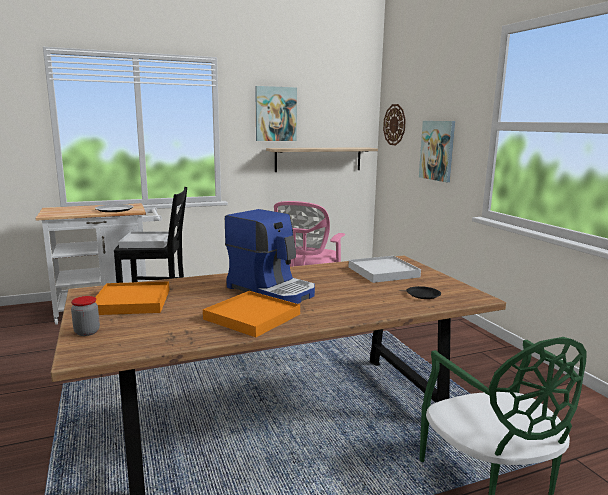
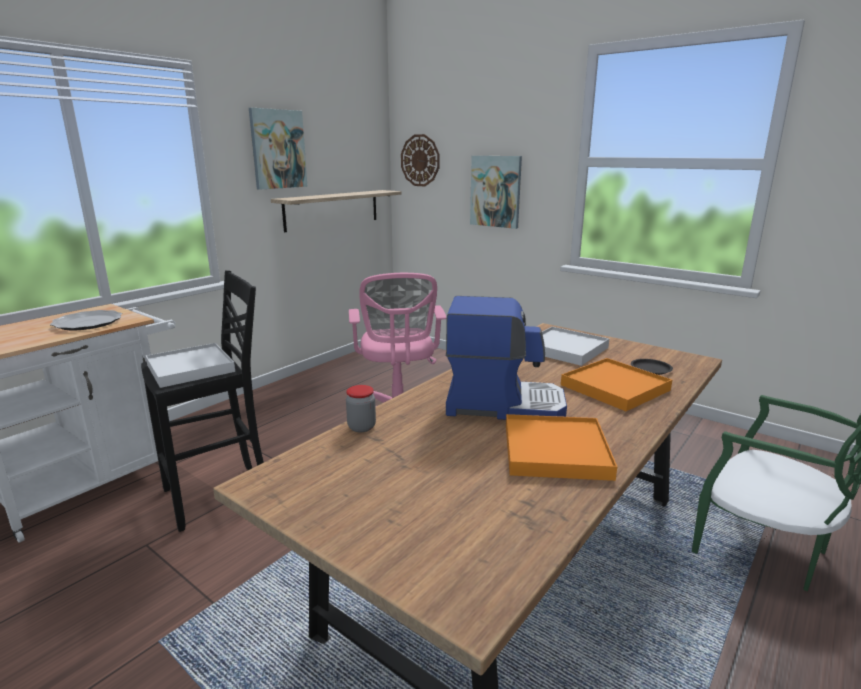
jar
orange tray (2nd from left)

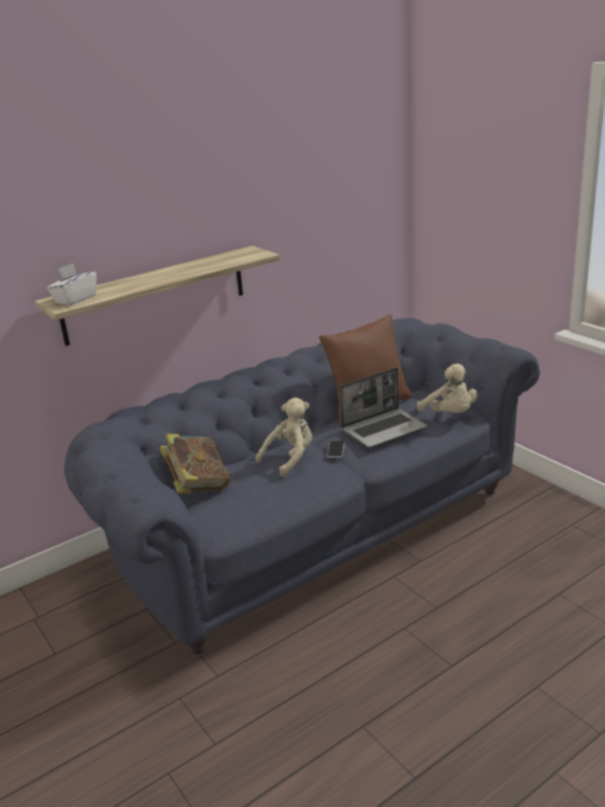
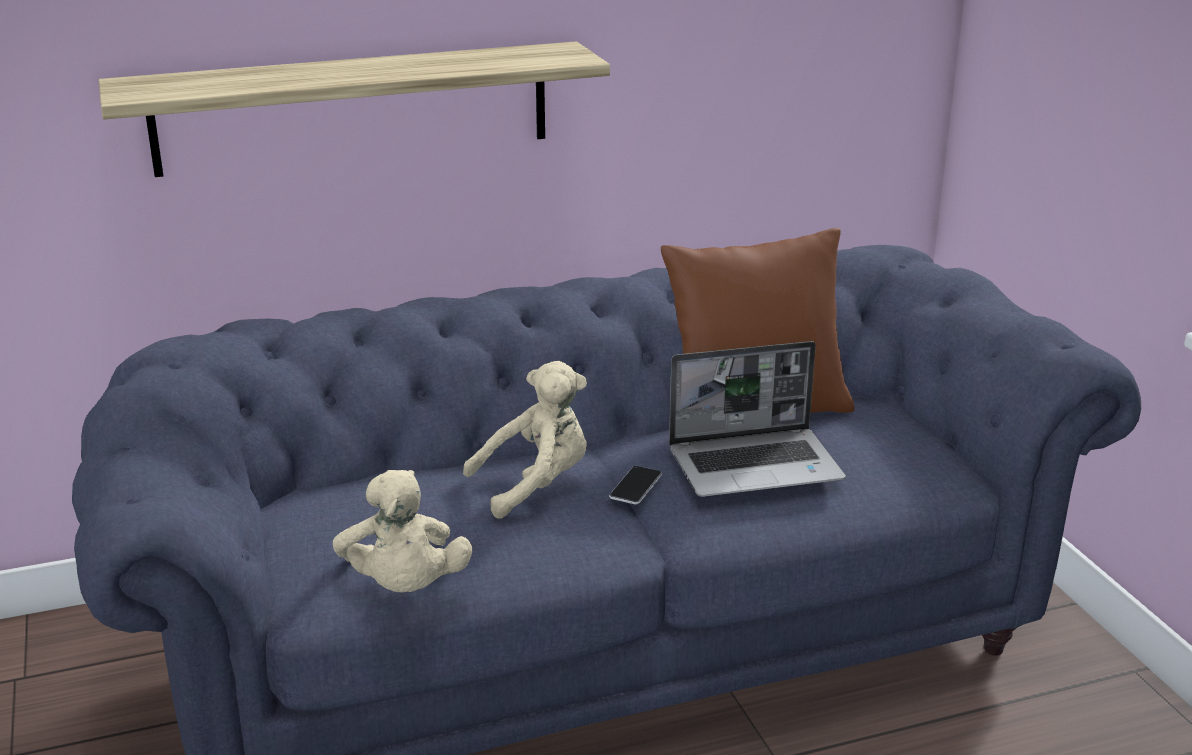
white tissue box
book
beige plush toy (1st from left)

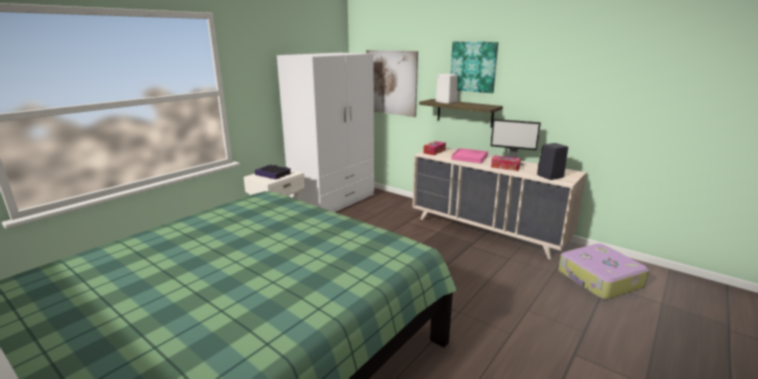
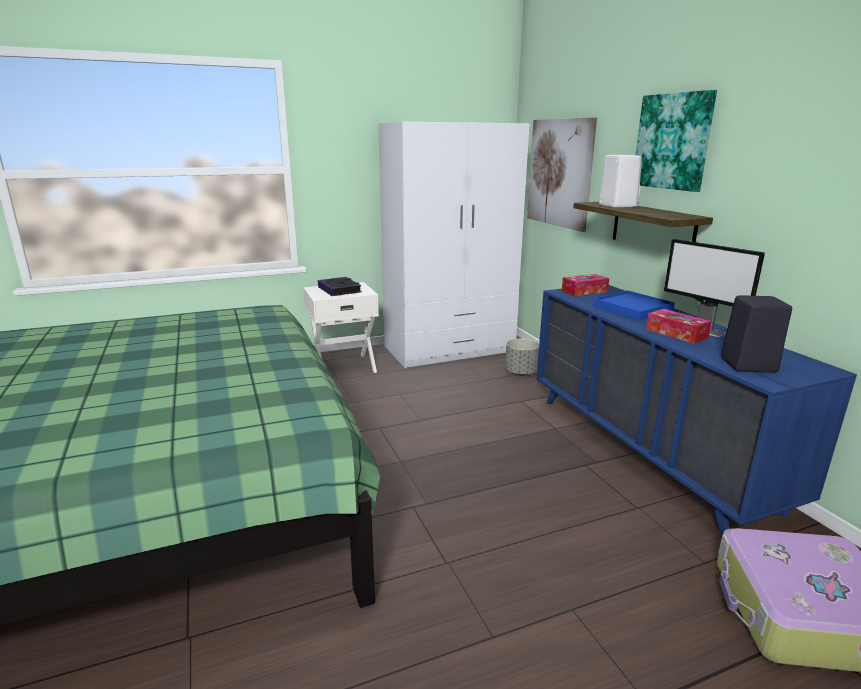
blue dresser
blue tray
grey planter

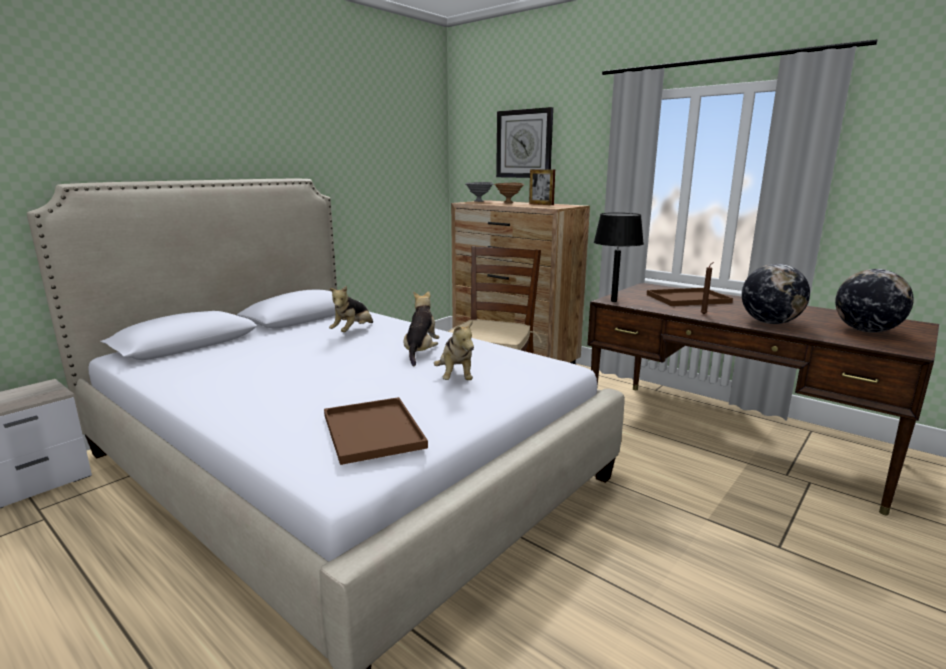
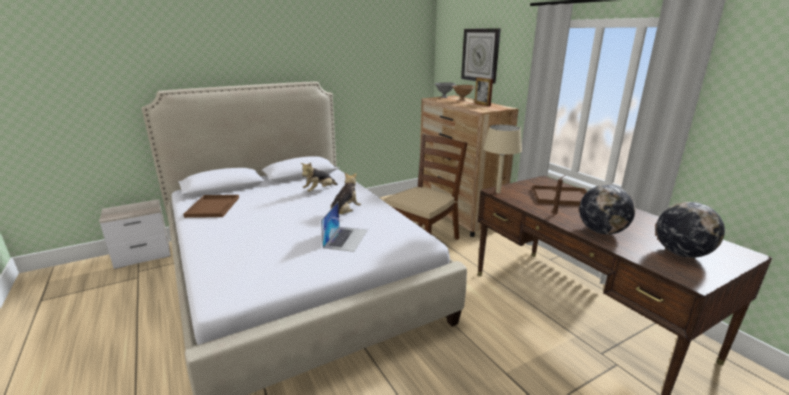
brown tray (1st from left)
laptop
beige table lamp

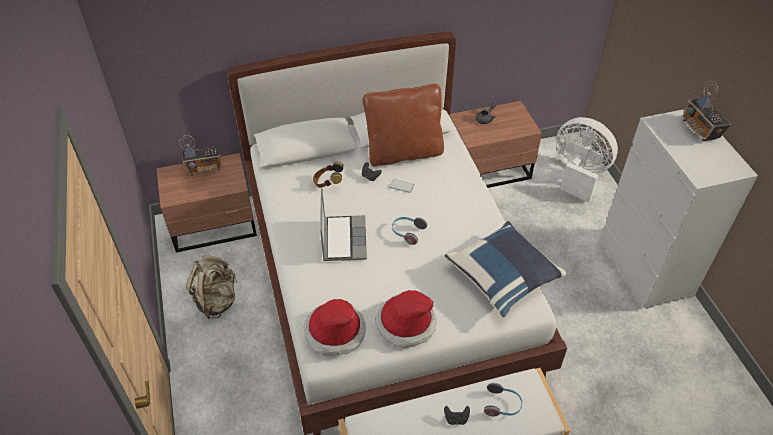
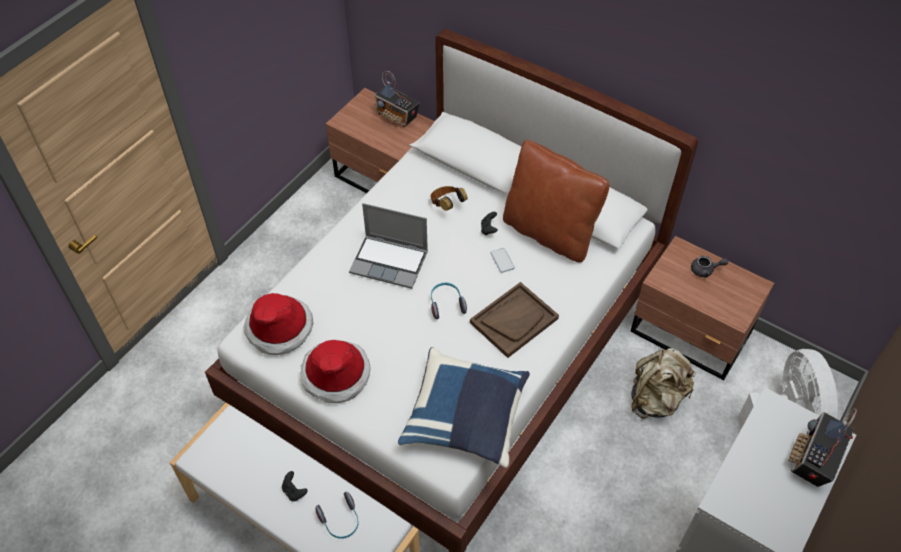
beige backpack
laptop
brown tray

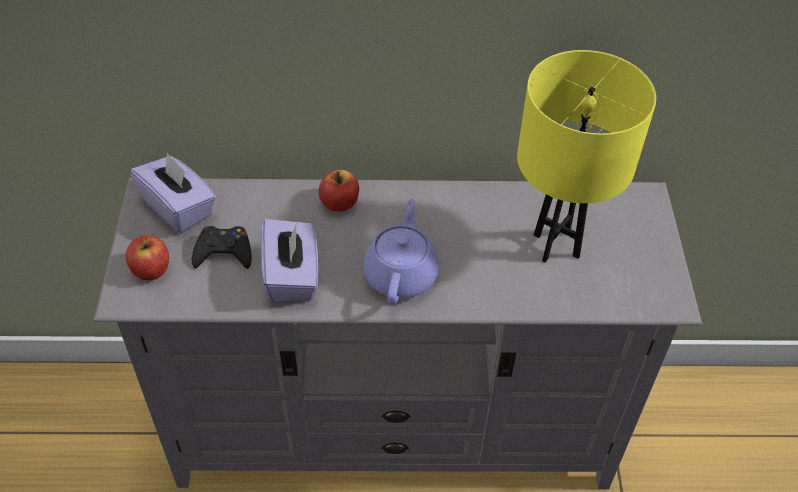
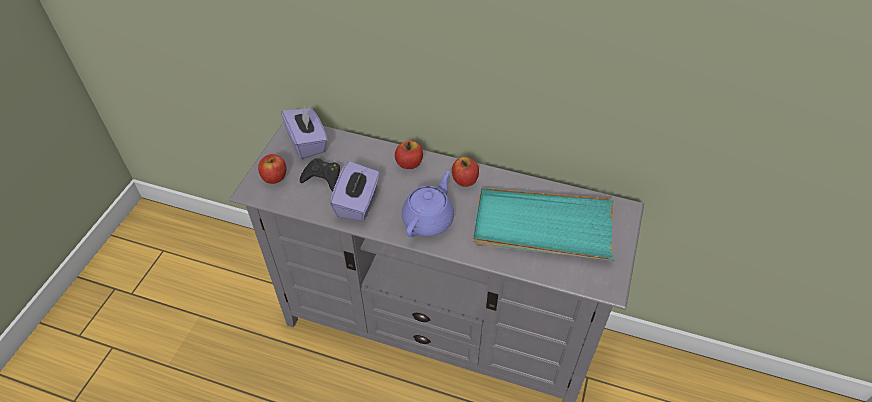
turquoise tray
apple (3rd from left)

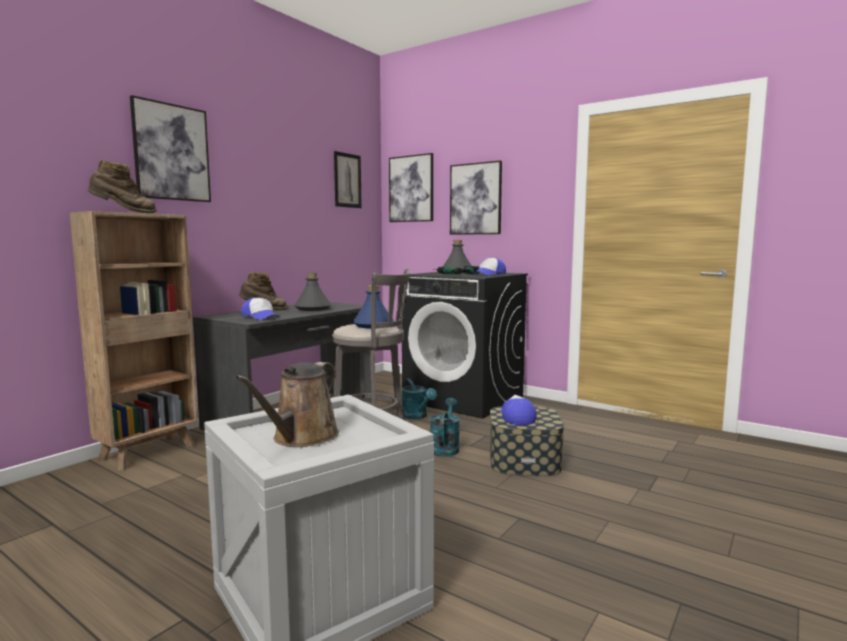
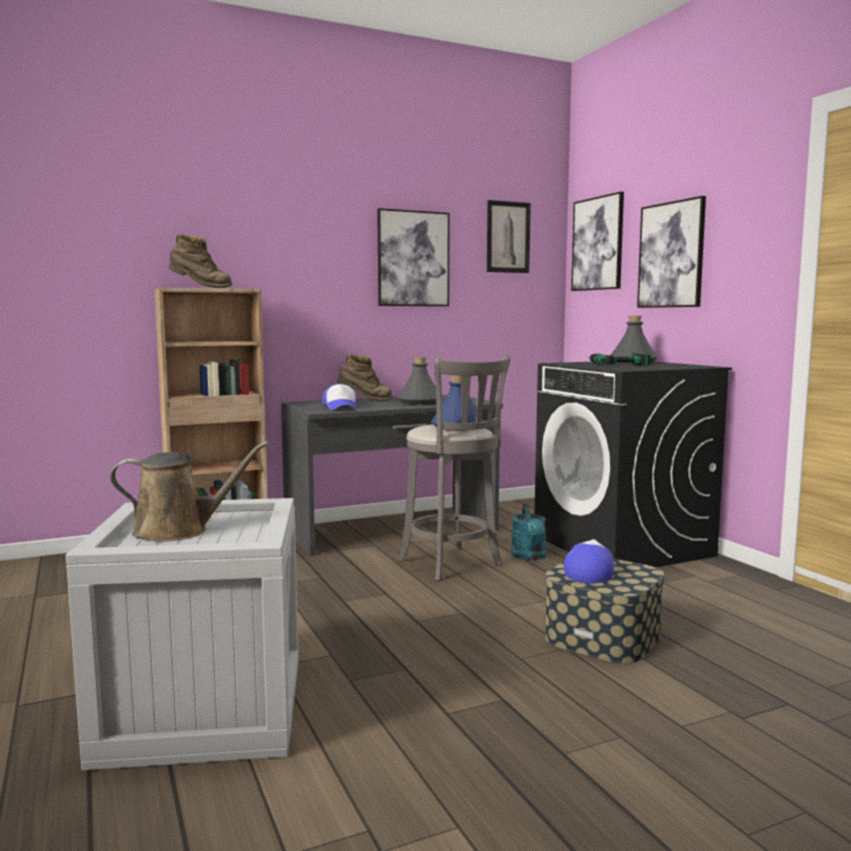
picture (1st from left)
brown watering can
turquoise watering can (2nd from left in the first image)
cap (2nd from left in the first image)

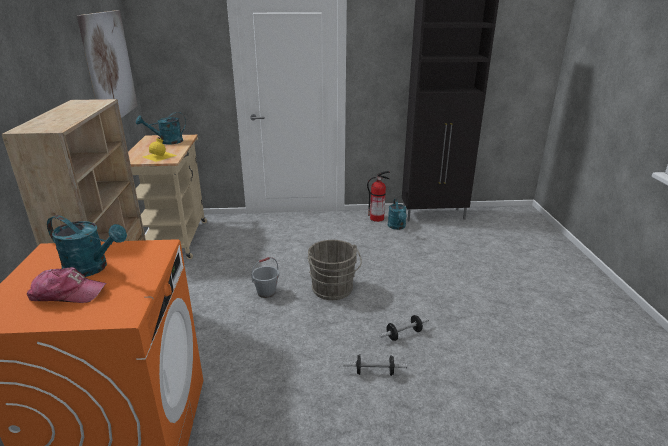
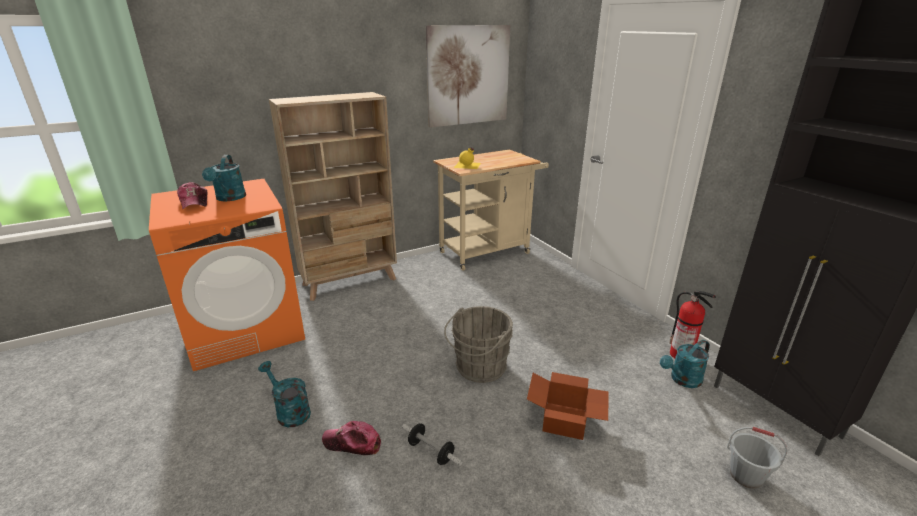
turquoise watering can (2nd from left)
grey bucket (2nd from left)
cap (2nd from left)
cardboard box

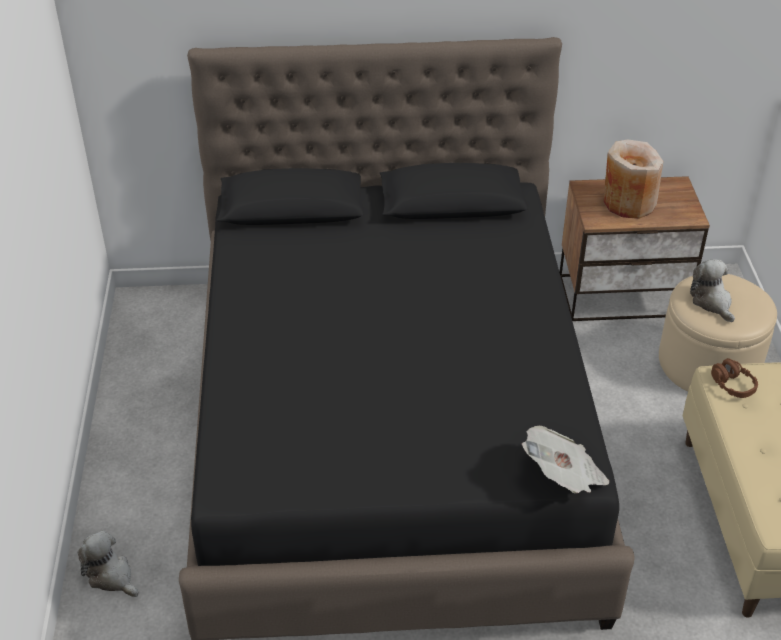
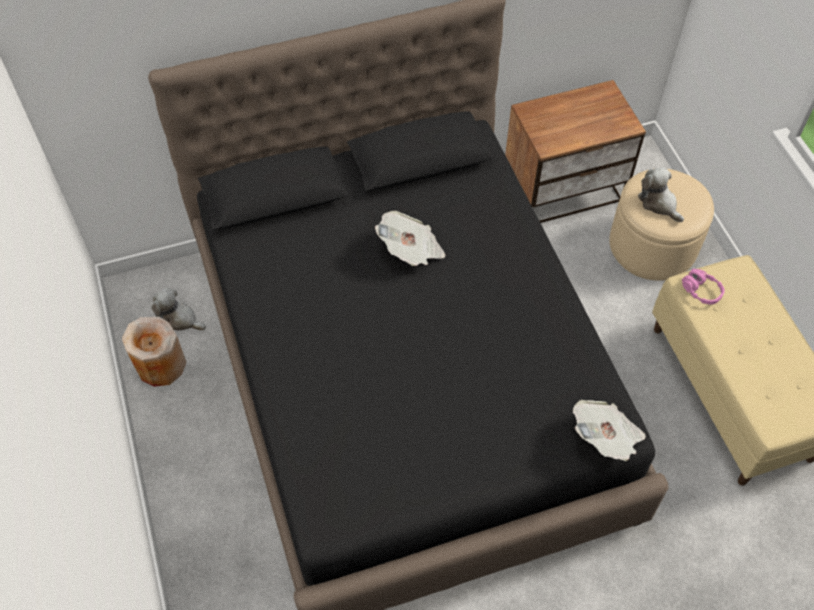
plush toy (1st from left)
beige vase
pink headphones
newspaper (1st from left)

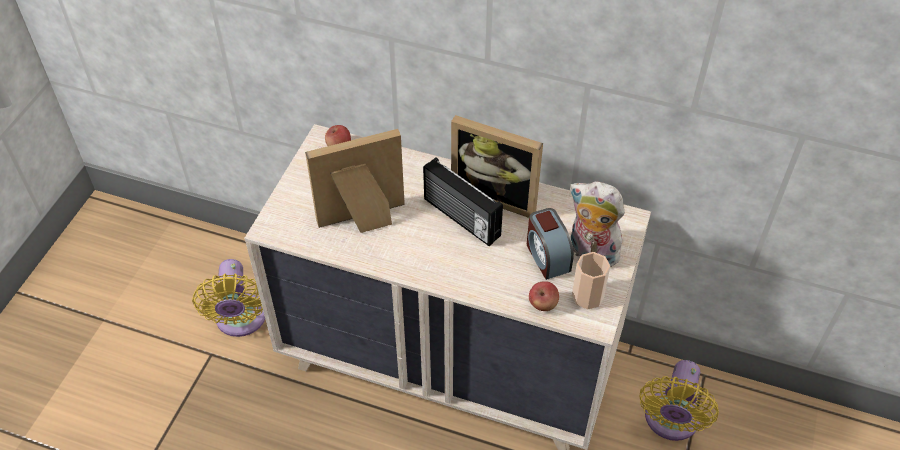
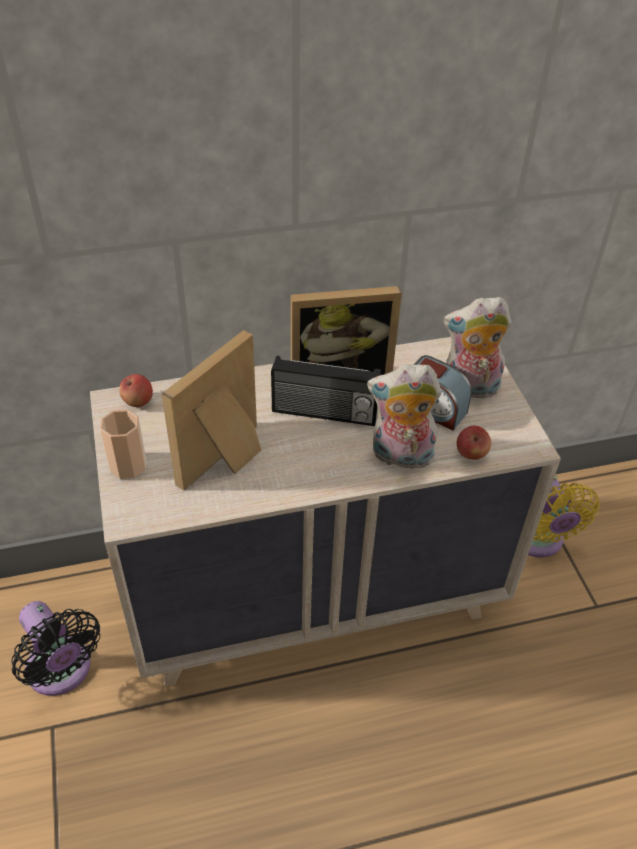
black fan
cup
plush toy (1st from left)

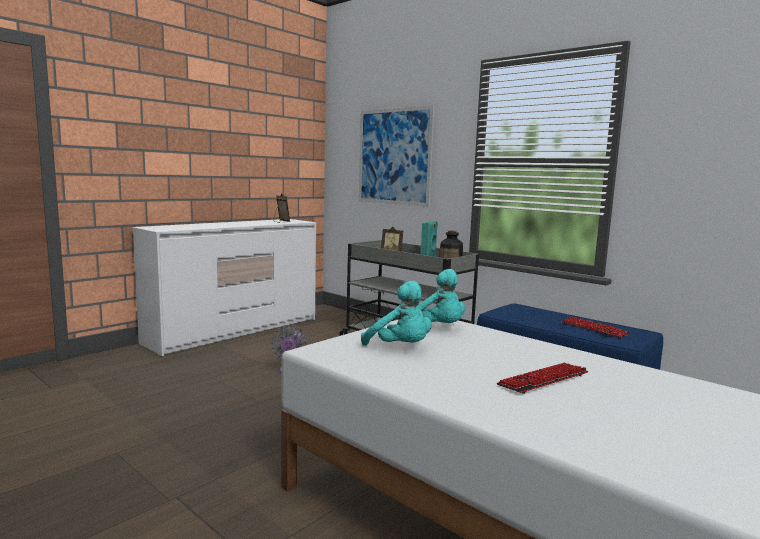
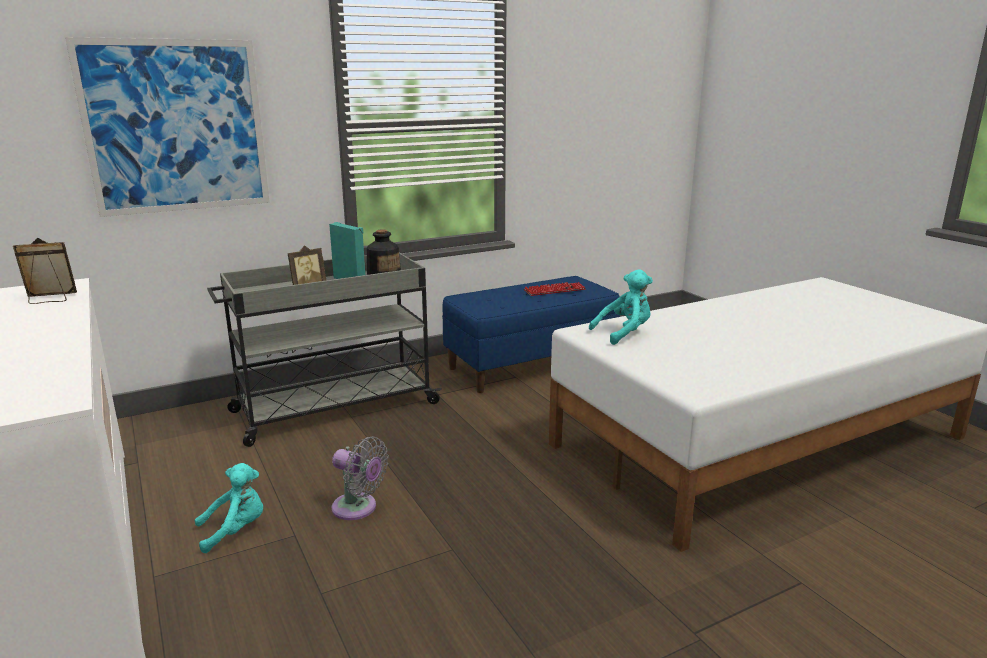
turquoise plush toy (1st from left)
keyboard (1st from left in the first image)

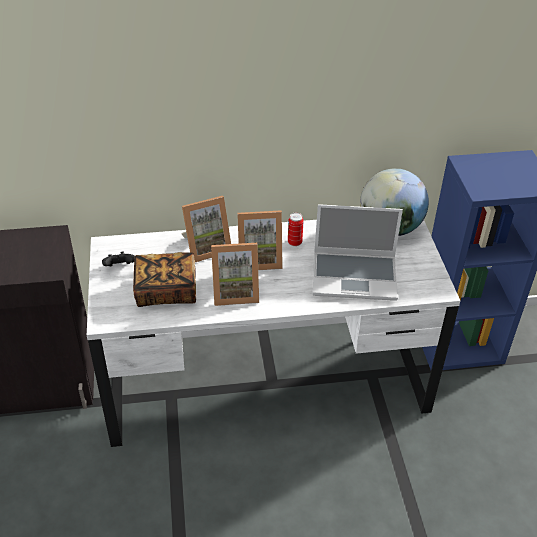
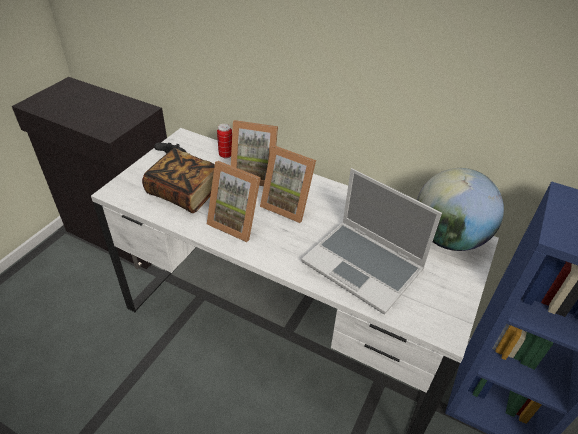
can

